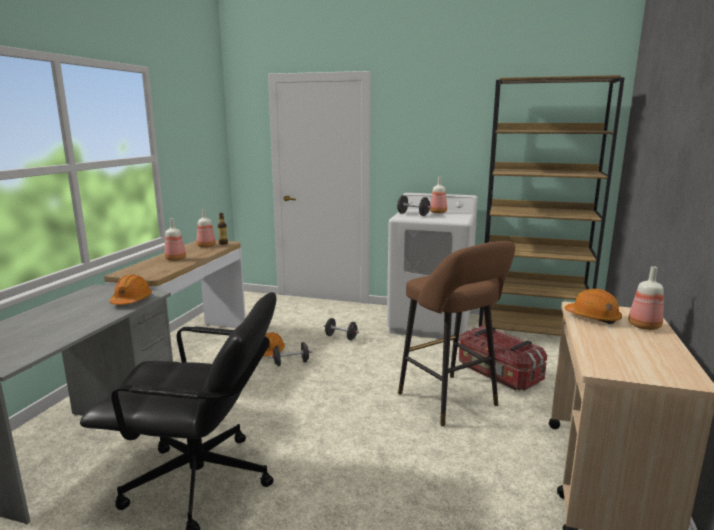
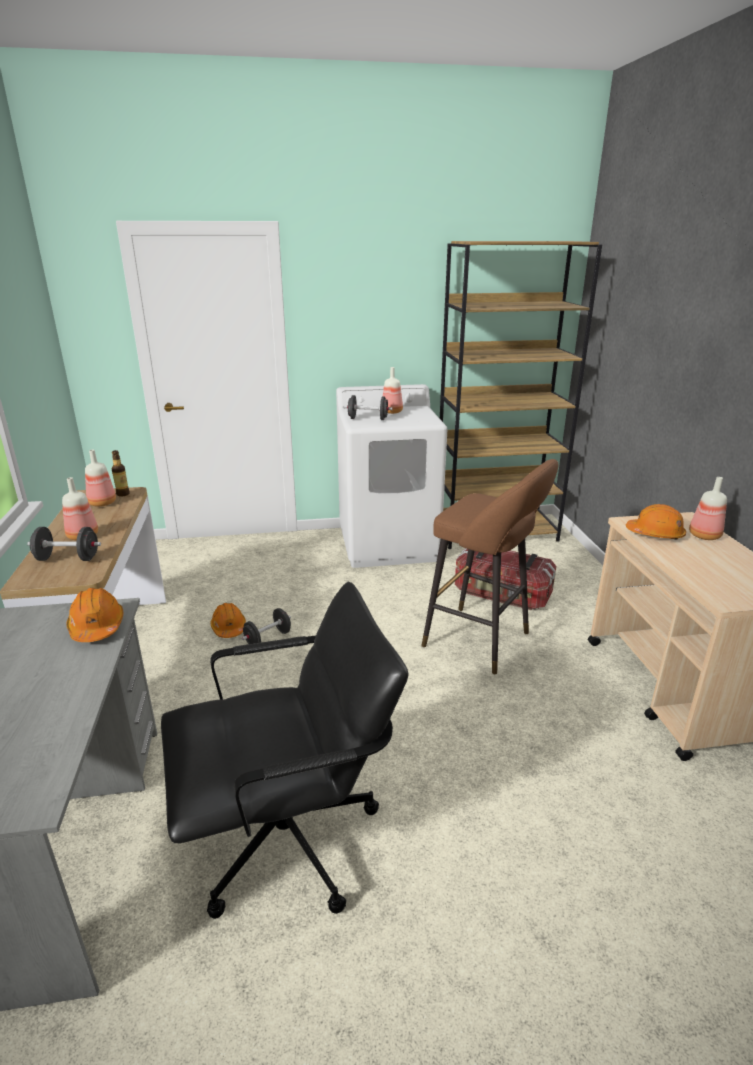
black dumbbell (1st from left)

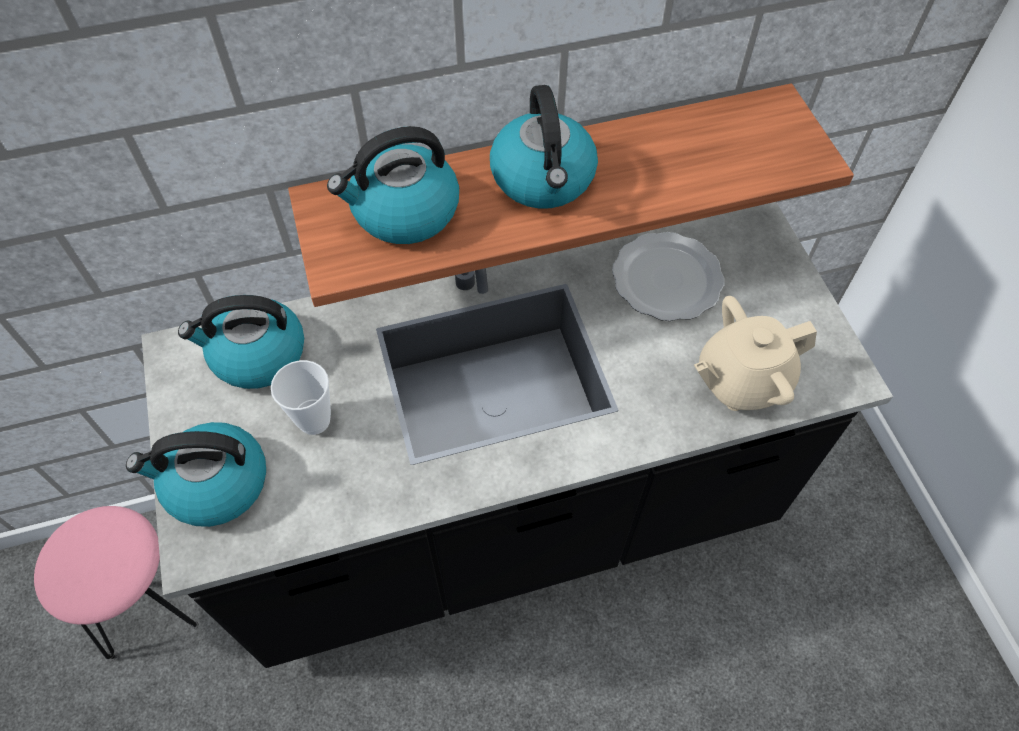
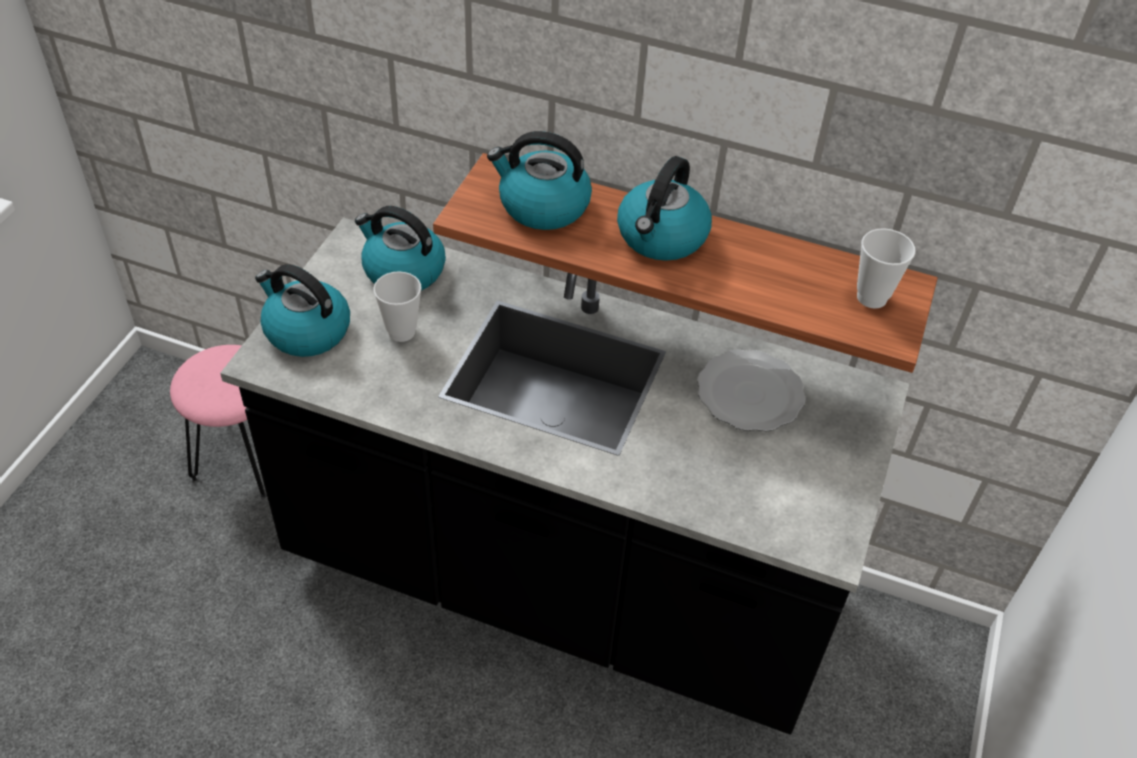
beige teapot
cup (2nd from left)

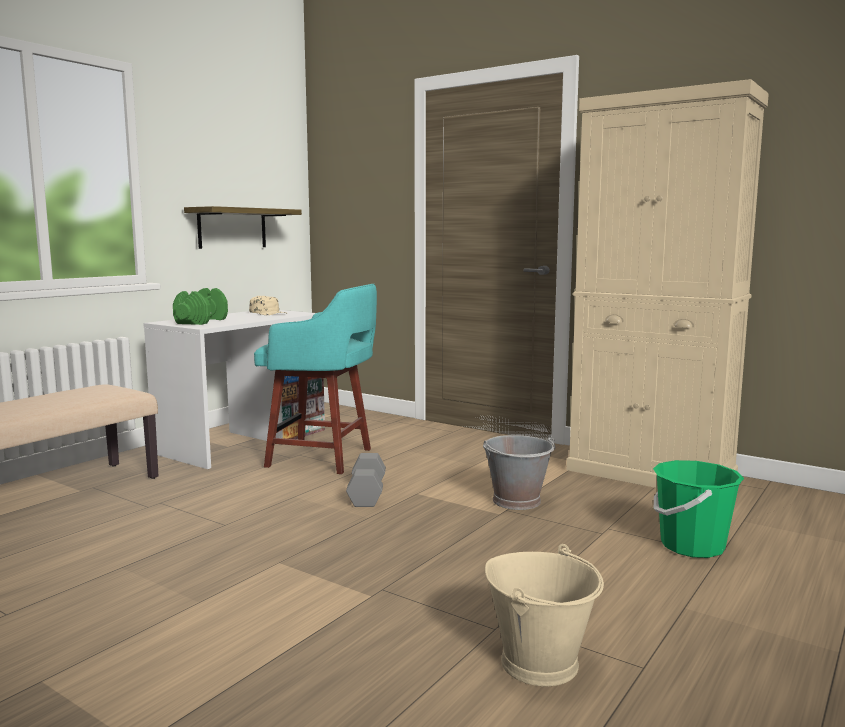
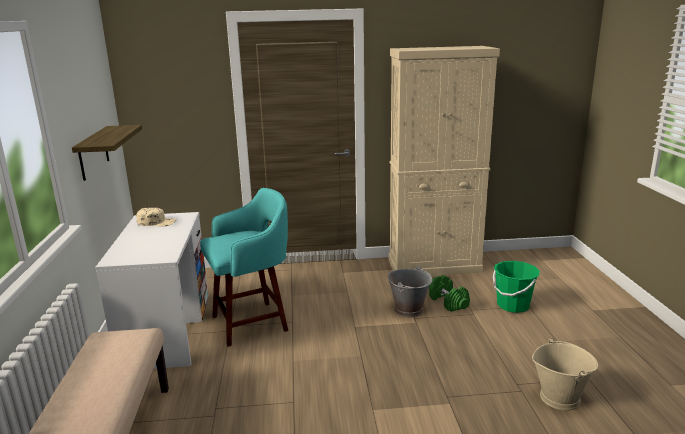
green dumbbell
grey dumbbell

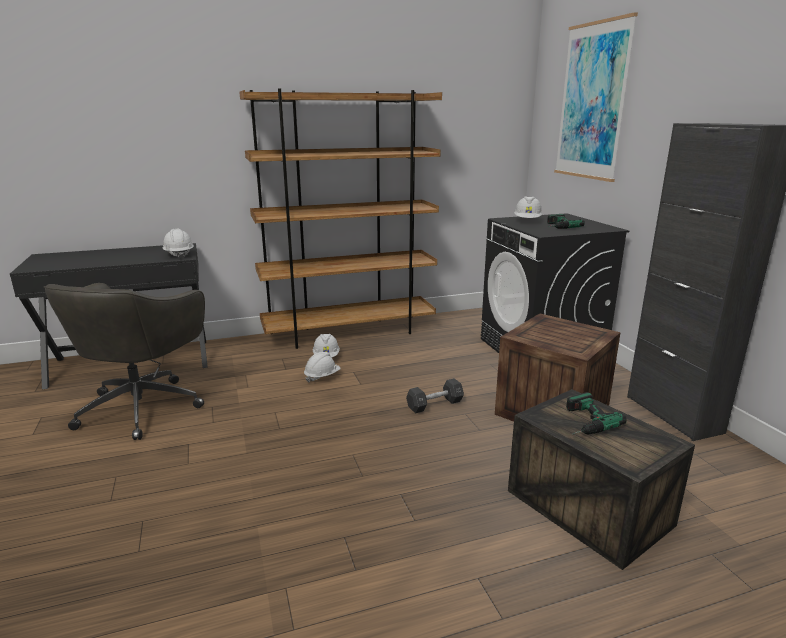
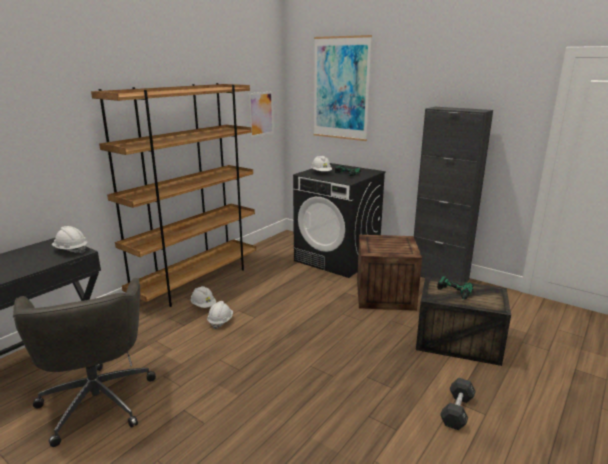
black dumbbell
picture (1st from left)

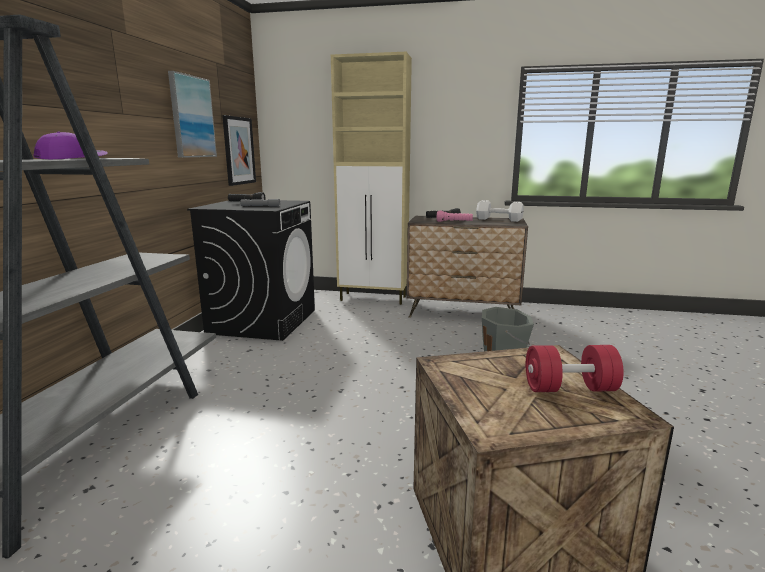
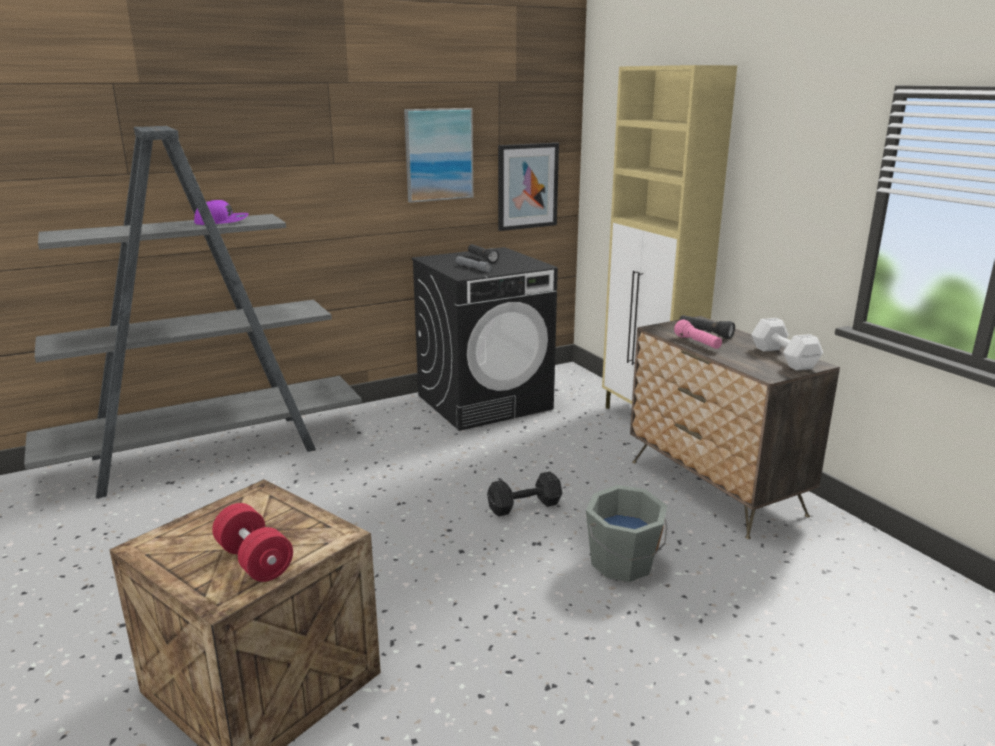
black dumbbell

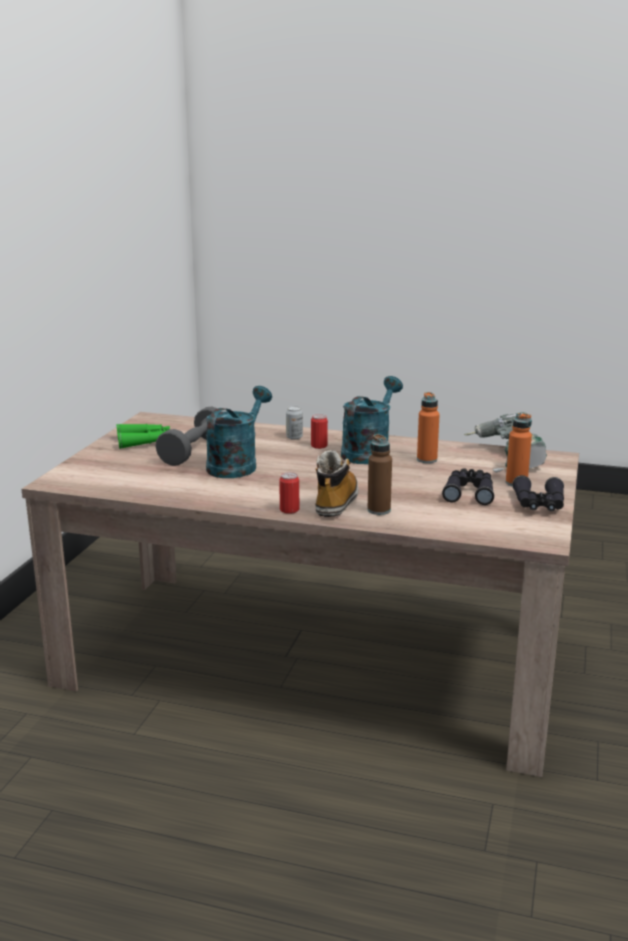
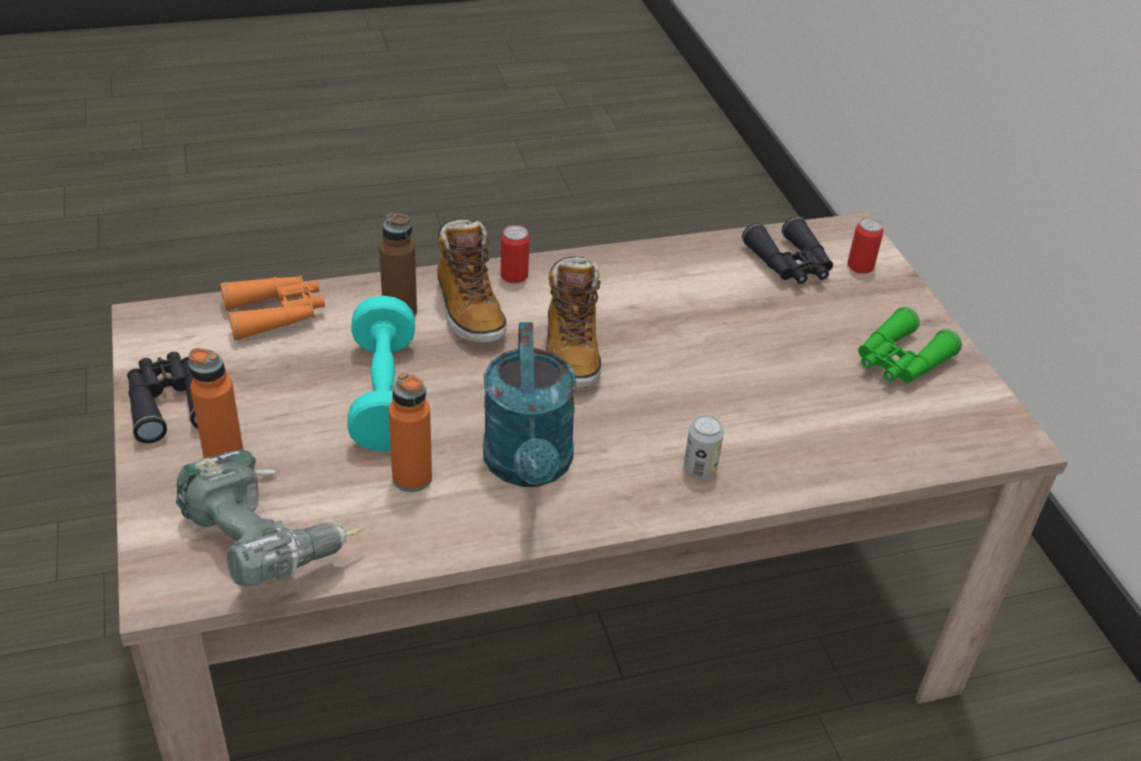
grey dumbbell
turquoise watering can (1st from left in the first image)
can (3rd from left)
black binoculars (2nd from left)
orange binoculars
turquoise dumbbell
boot (2nd from left)

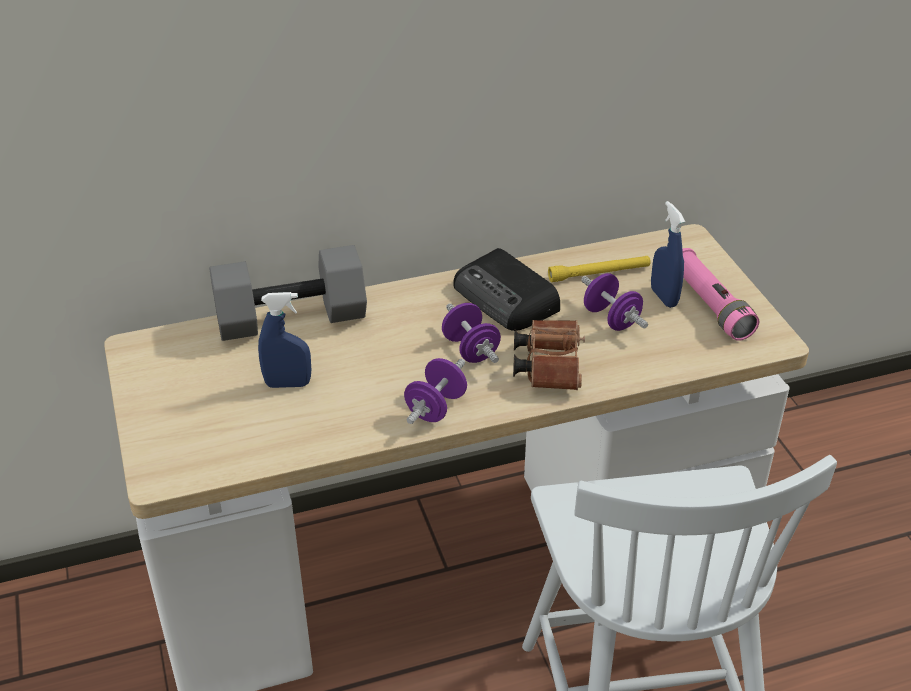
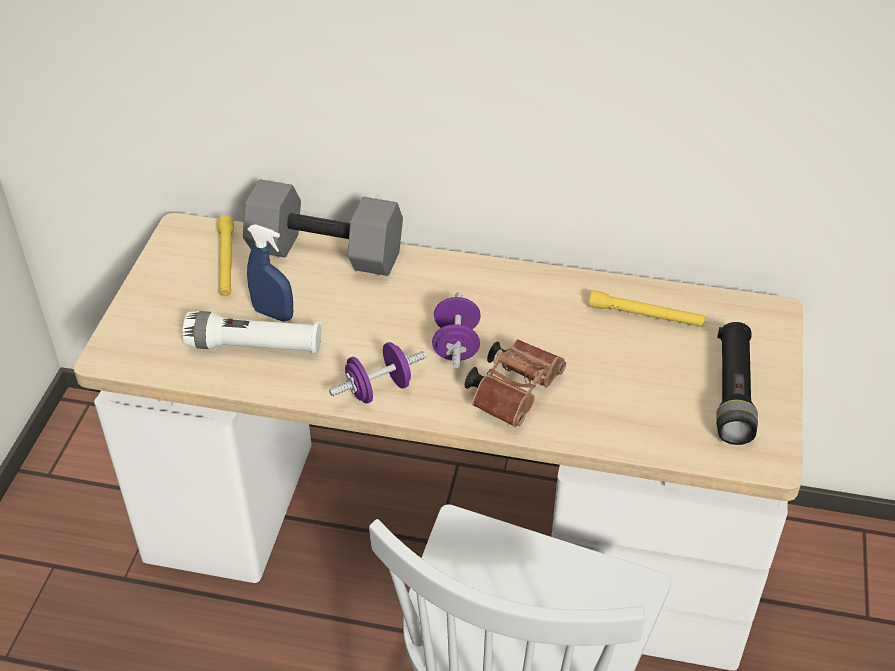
radio
purple dumbbell (3rd from left in the first image)
blue spray bottle (2nd from left in the first image)
black flashlight
white flashlight
yellow flashlight (1st from left)

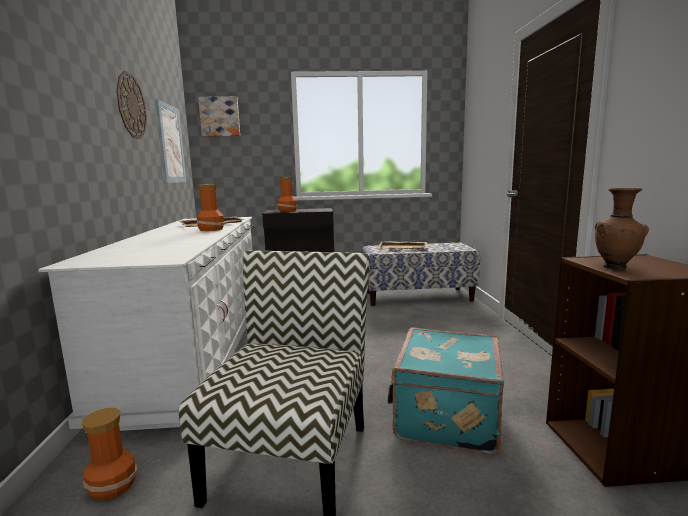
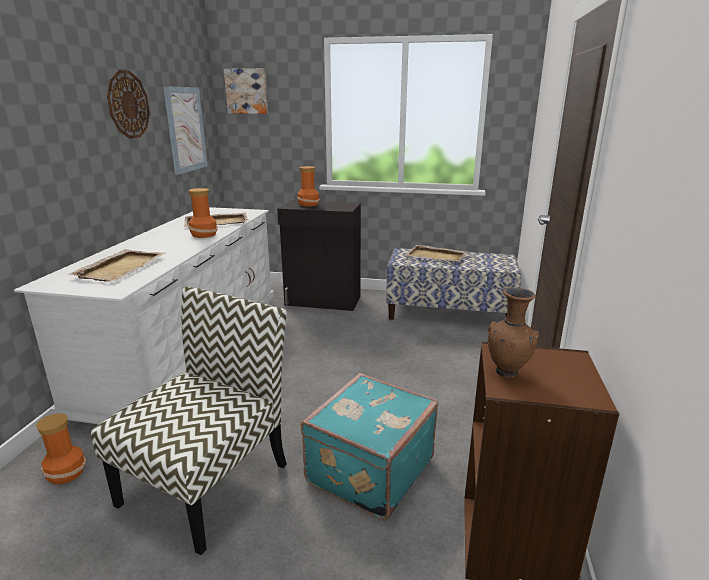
beige tray (1st from left)

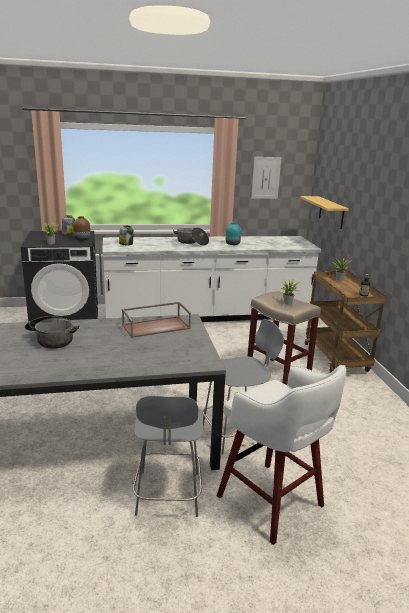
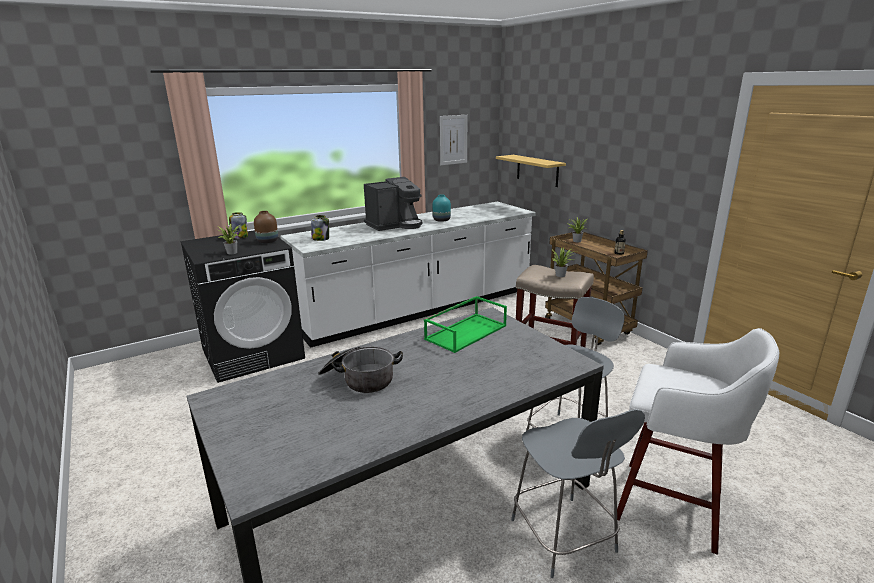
green tray
coffee machine

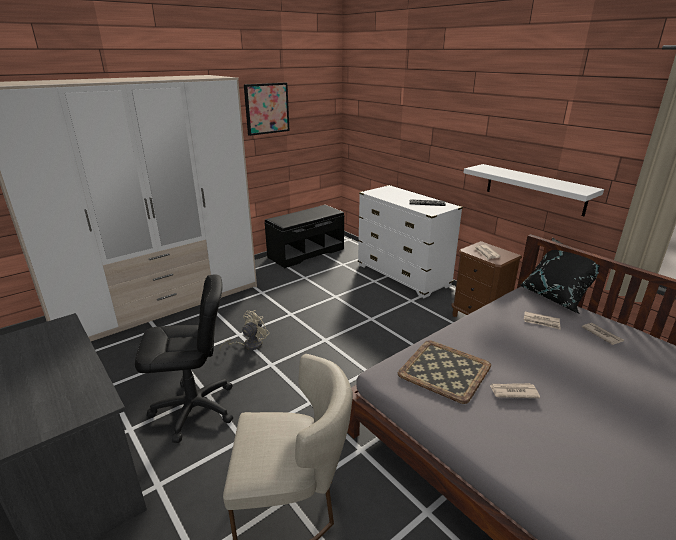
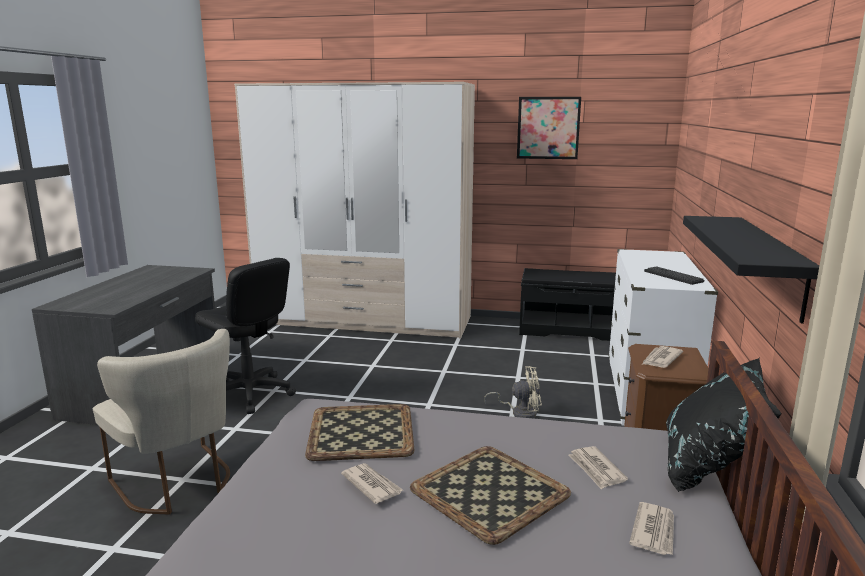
beige fan
black shelf
tray (2nd from left)

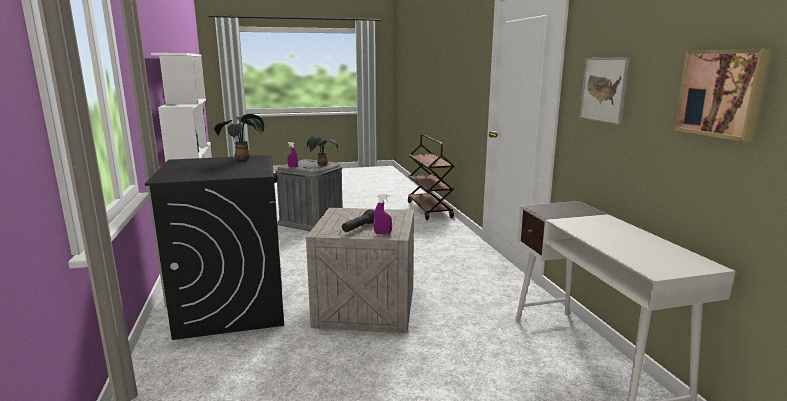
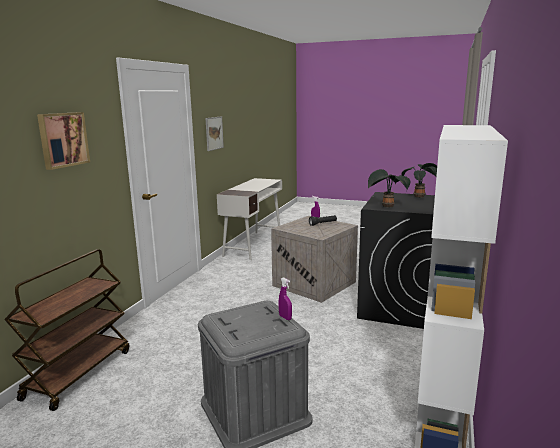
potted plant (2nd from left)
picture (1st from left)

